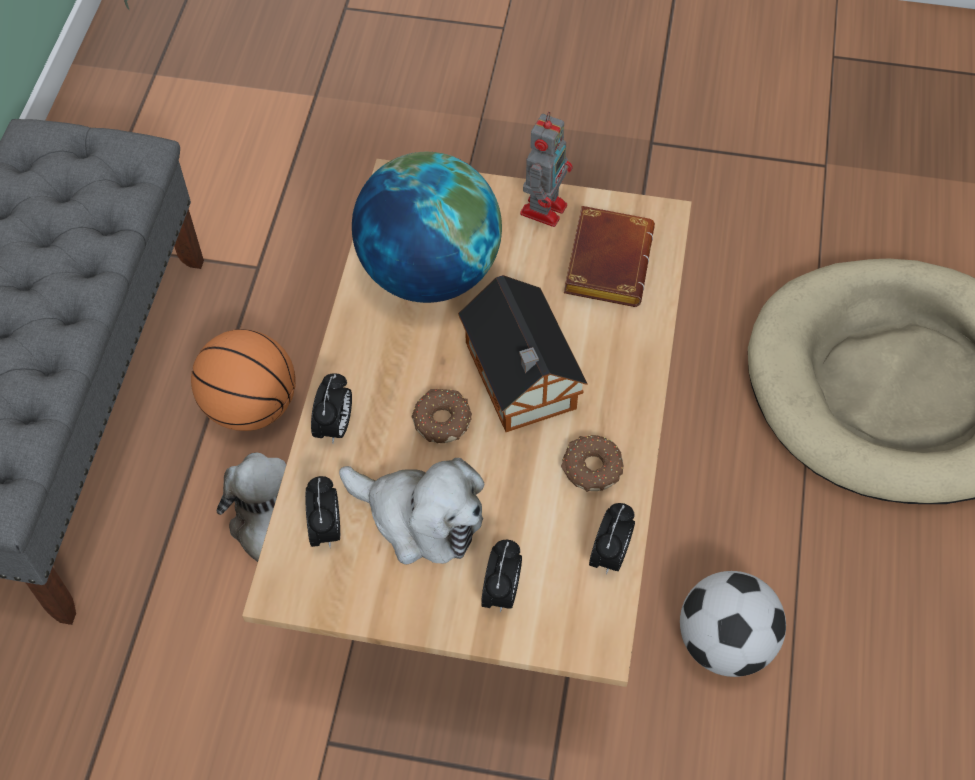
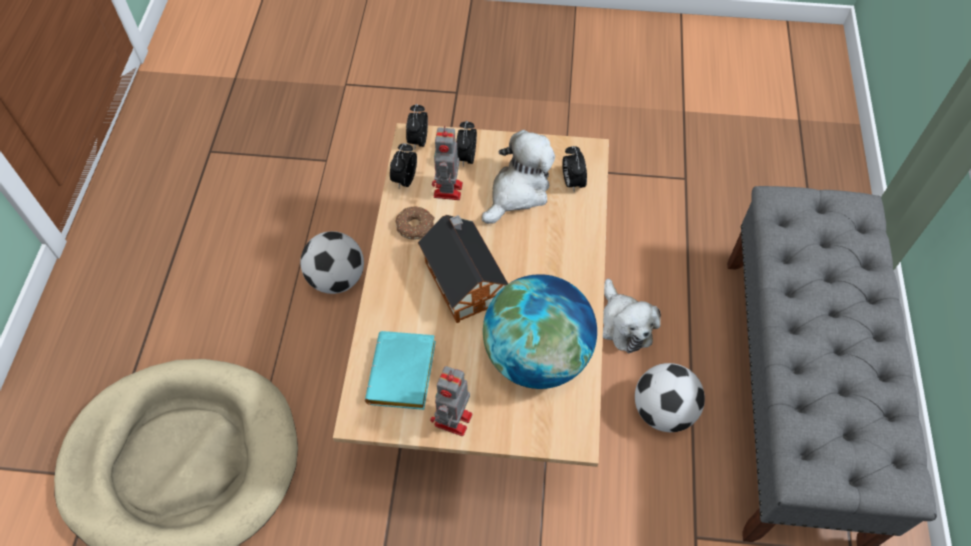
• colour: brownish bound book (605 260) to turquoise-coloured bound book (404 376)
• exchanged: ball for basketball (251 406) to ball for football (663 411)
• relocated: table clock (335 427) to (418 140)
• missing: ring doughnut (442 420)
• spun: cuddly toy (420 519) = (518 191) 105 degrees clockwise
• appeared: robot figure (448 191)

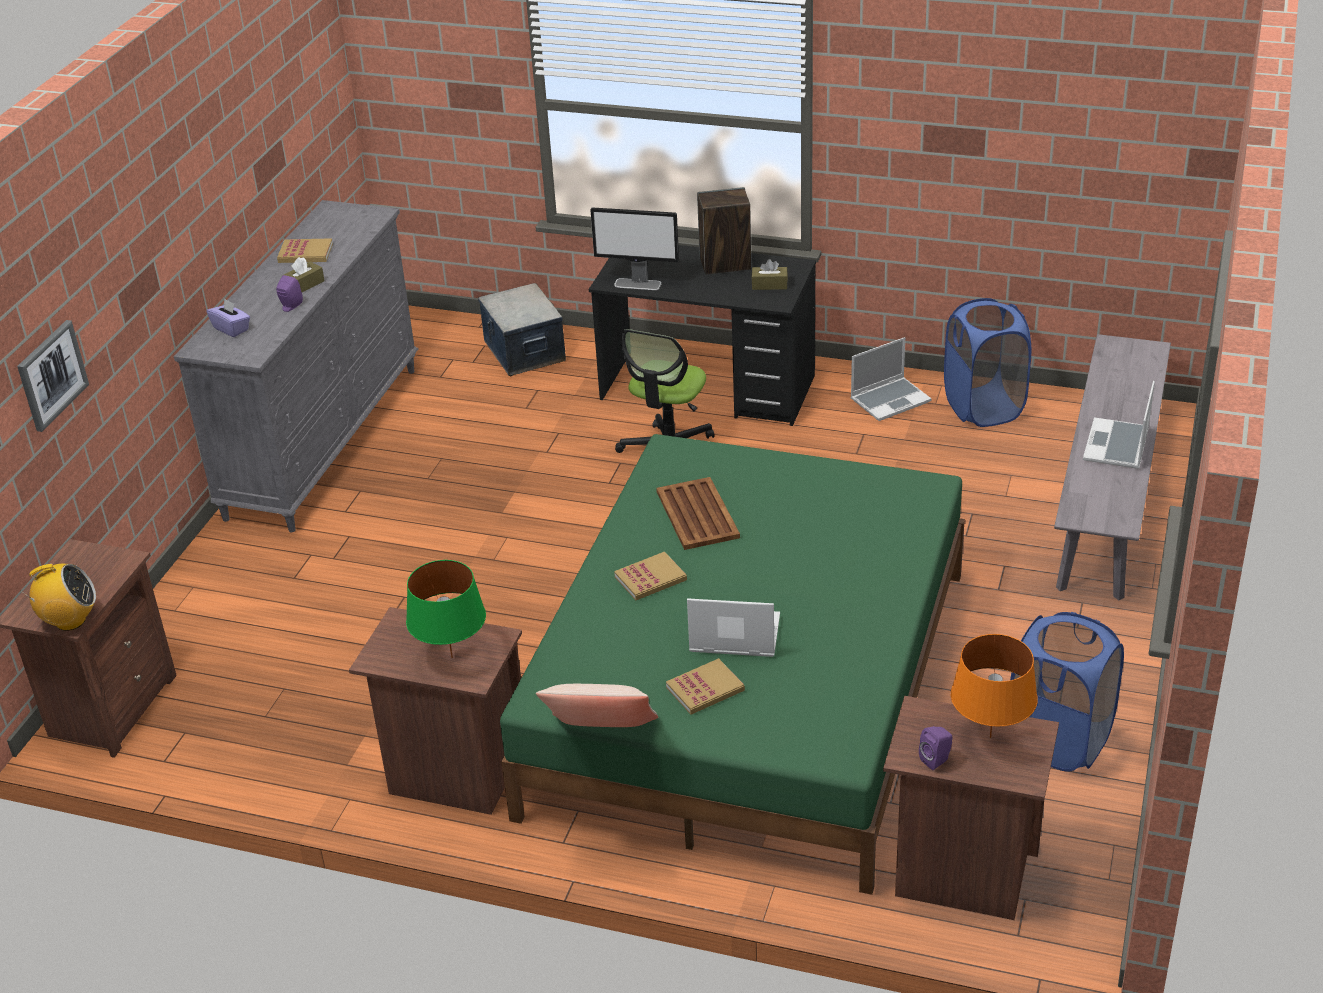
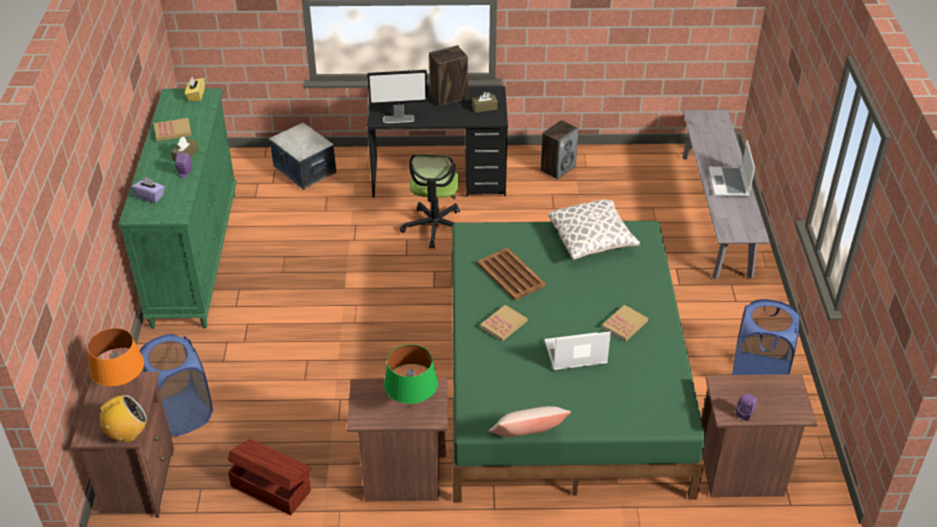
• colour: grey drawer chest (324 441) to greenish drawer chest (195 257)
• relocated: blue laundry basket (983 407) to (182 413)
• missing: picture (51 375)
• exchanged: portable computer (890 400) to audio speaker (558 168)
• relocated: orangey table lamp (990 737) to (123 390)
• relocated: bound book (705 689) to (624 325)
• appeared: yellow-coloured tissue box (196 96)
• appeared: pillow (592 240)
• appeared: brownish storage bin (271 487)

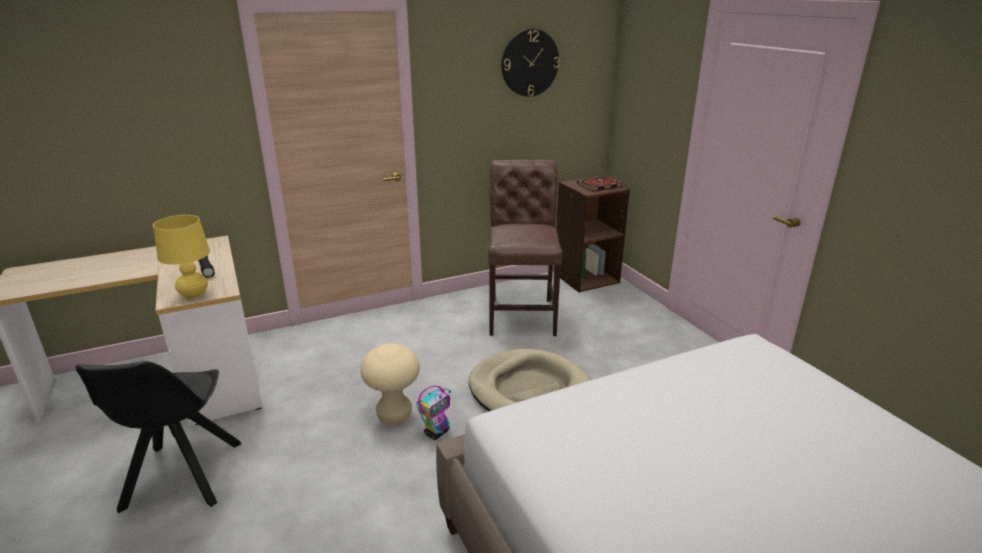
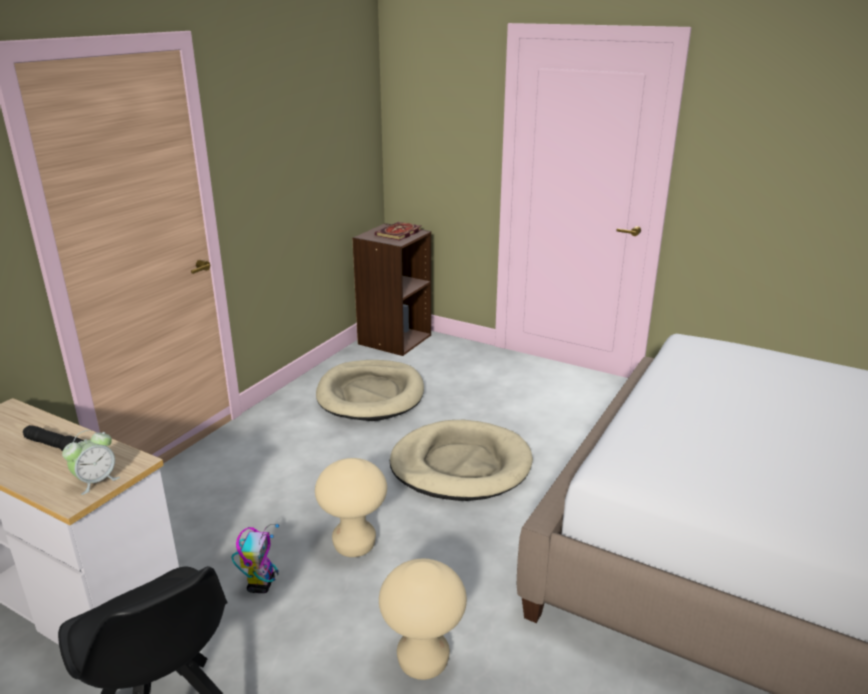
• missing: clock on the wall (530 63)
• exchanged: brownish chair (522 314) to sand-coloured pet bed (371 394)
• exchanged: yellow-coloured table lamp (194 295) to table clock (96 481)
• relocated: robot figure (437 432) to (261 584)
• appeared: sand-coloured sitting stool (423 662)

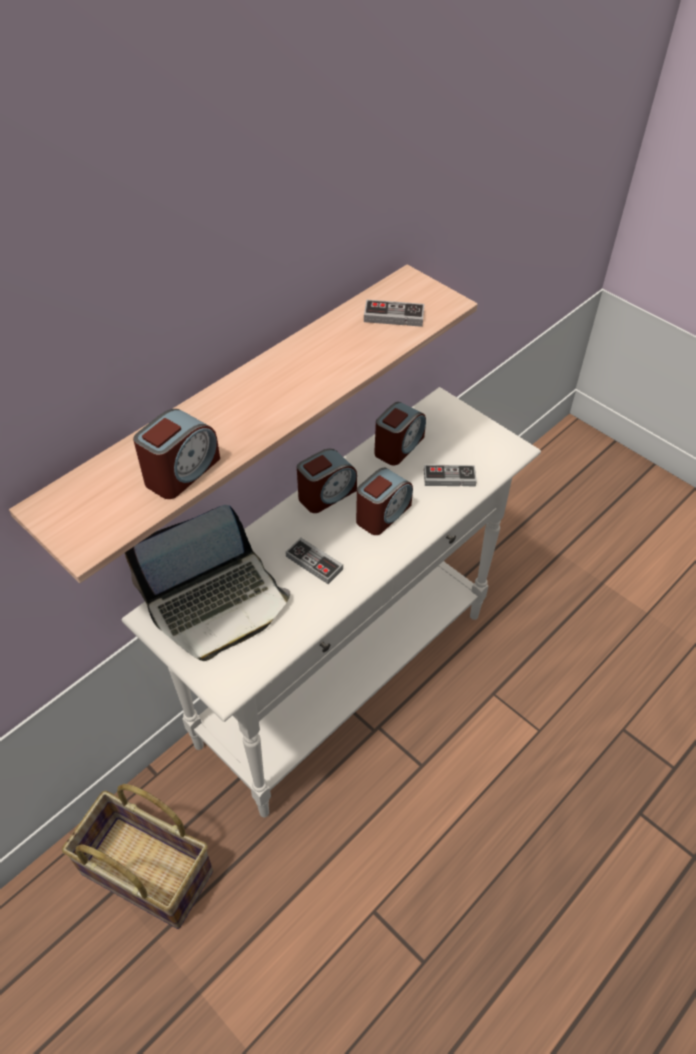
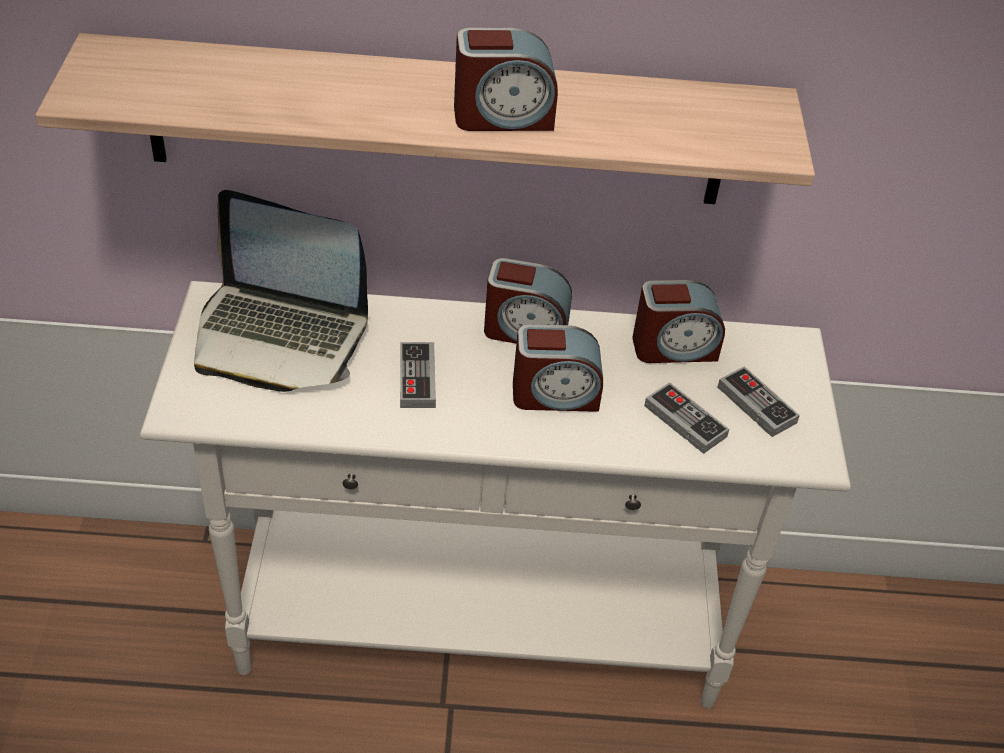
• relocated: game controller (393 316) to (756 405)
• relocated: table clock (181 472) to (503 116)
• missing: household basket (145 874)

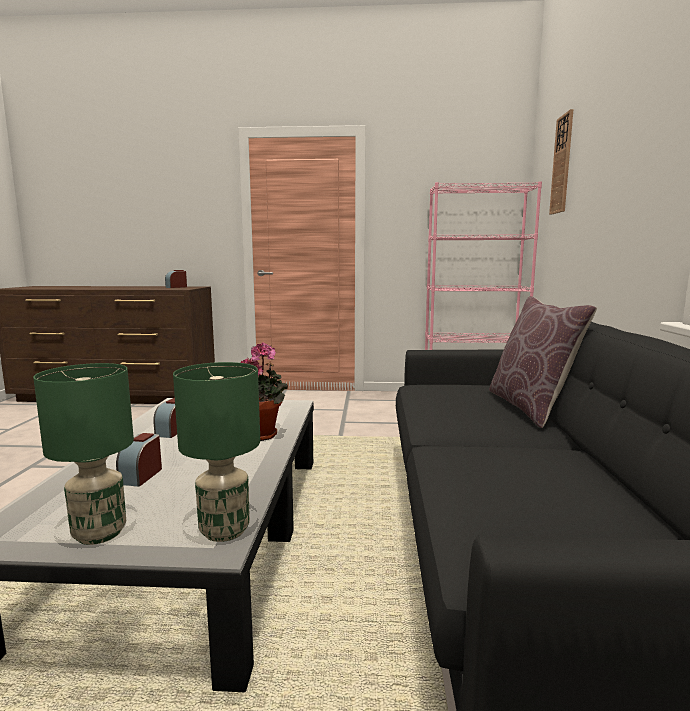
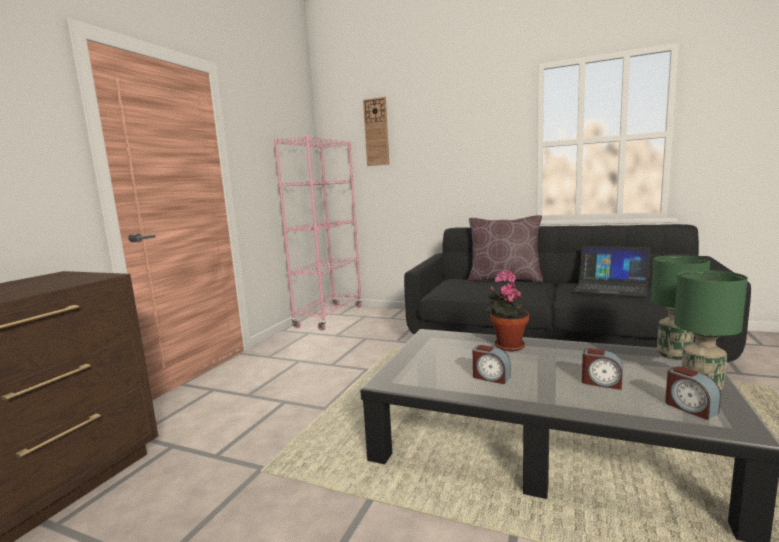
• relocated: table clock (176 287) to (690 408)
• appeared: portable computer (611 287)

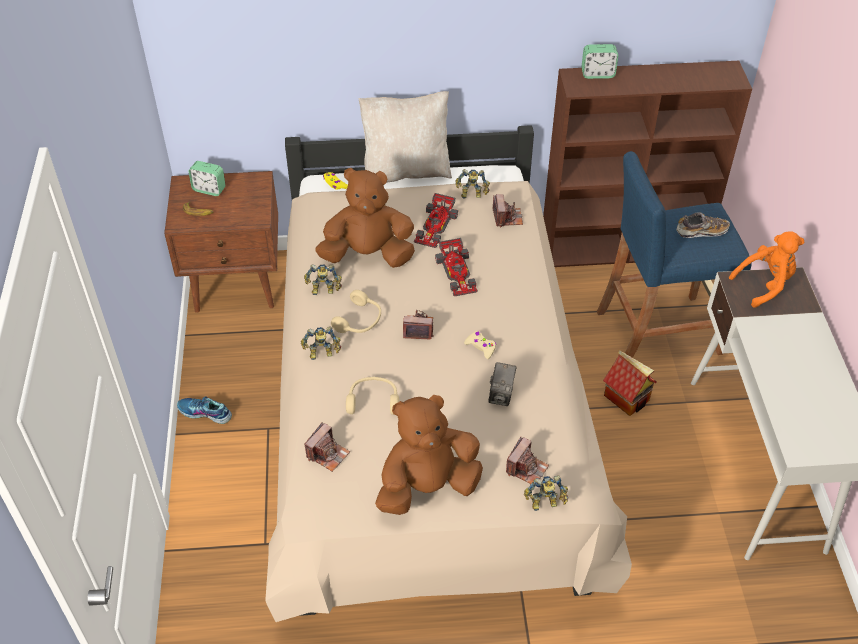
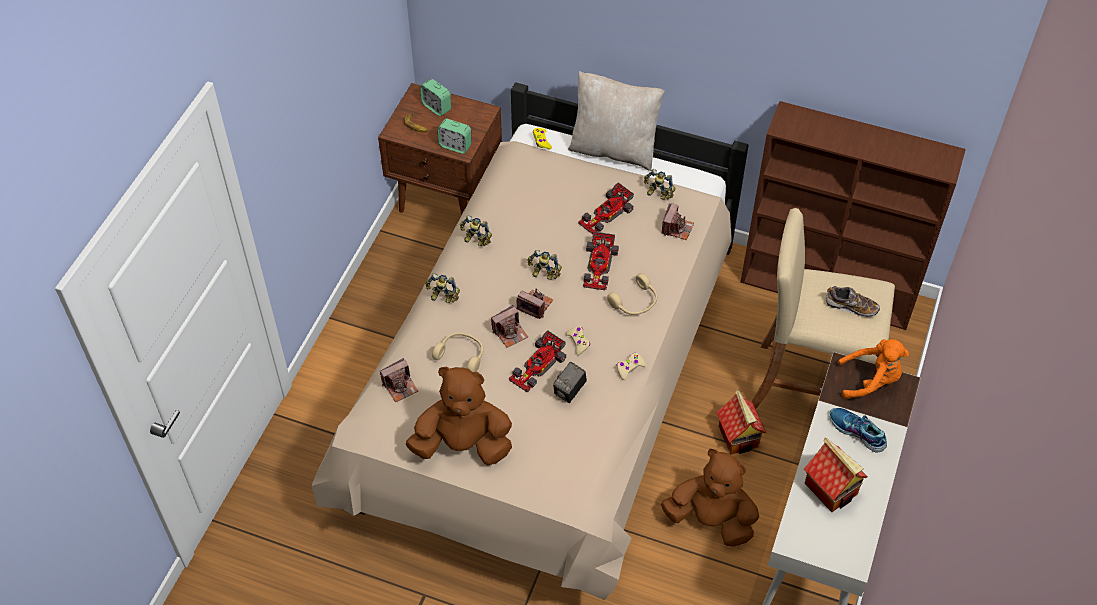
• relocated: table clock (597 74) to (455 146)
• colour: blue sitting stool (658 331) to sand-coloured sitting stool (809 385)
• relocated: brownish cuddly toy (368 255) to (711 520)
• relocated: sand-coloured pair of headphones (360 321) to (635 302)
• relocated: low shoe (205 413) to (856 432)
• relocated: still camera (526 468) to (510 333)
• relocated: robot figure (545 504) to (543 275)
• appeared: miniature car (537 366)
• appeared: sand-coloured game controller (630 368)
• appeared: model house (832 489)

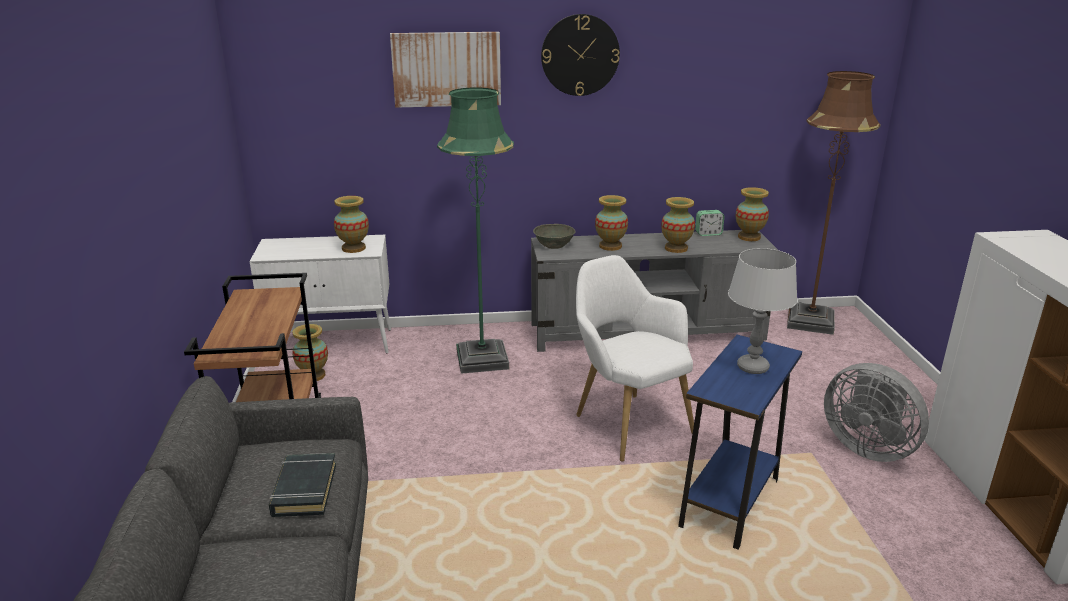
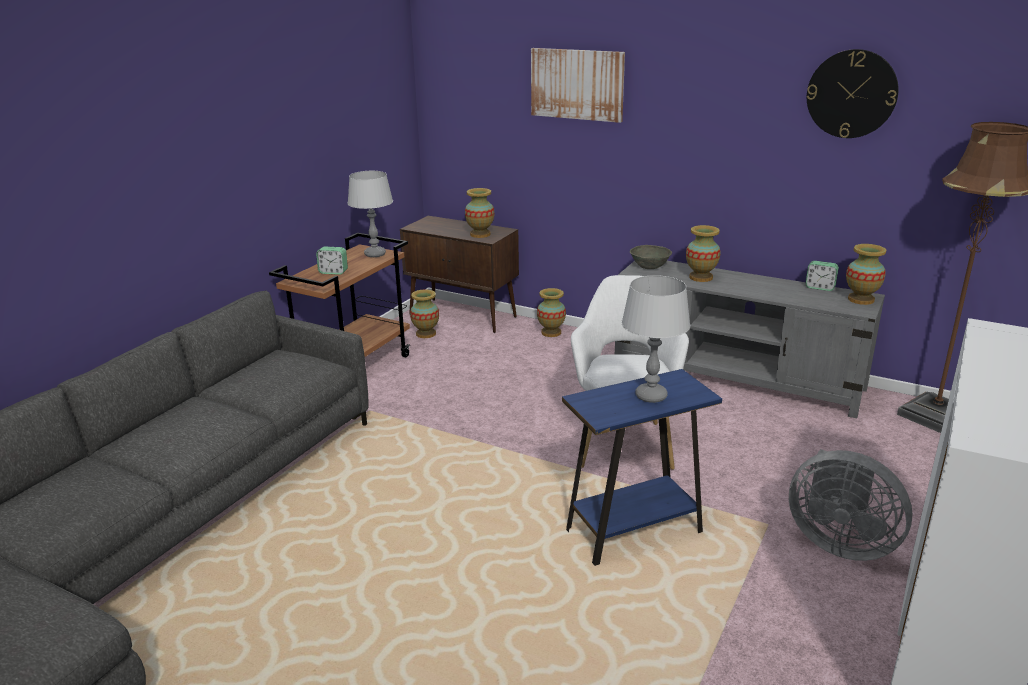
• relocated: clock on the wall (580 55) to (851 94)
• missing: greenish standing lamp (482 359)
• relocated: vase (676 248) to (551 333)
• colour: whitish cabinet (333 344) to brownish cabinet (463 316)
• spun: grey cooling fan (868 447) = (839 542) 45 degrees counterclockwise
• missing: blackish bound book (304 490)
• appeared: grey table lamp (375 254)
• appeared: table clock (333 272)

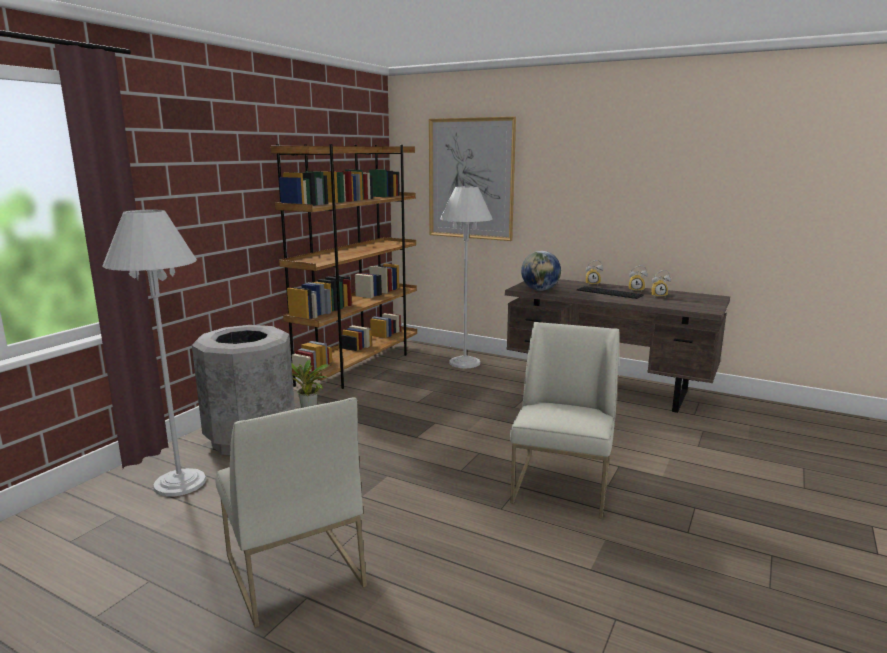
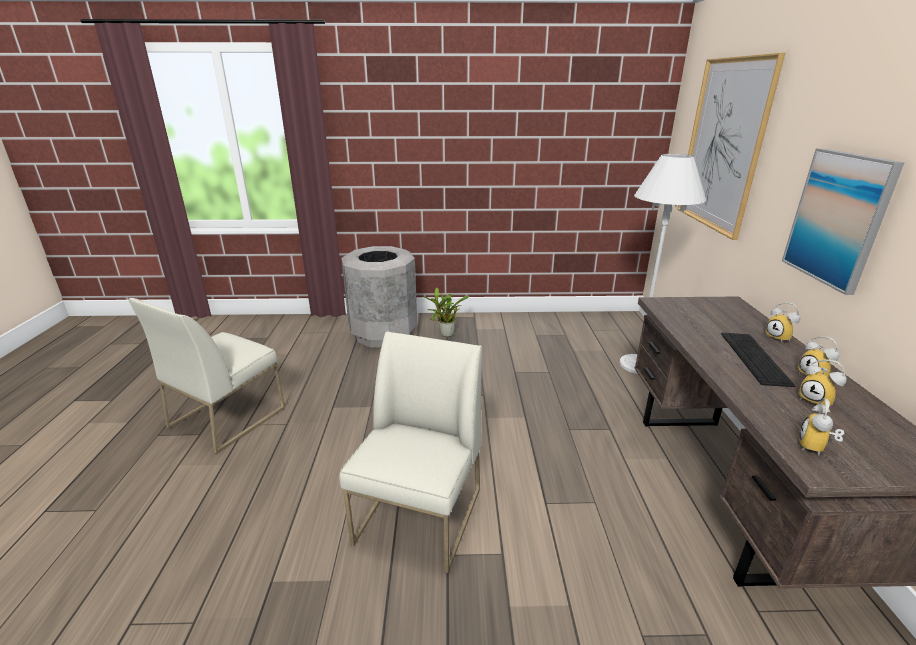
• missing: brownish bookcase (359 366)
• missing: whitish standing lamp (180 483)
• missing: world globe (540 290)
• spun: whitish chair (562 486) = (419 516) 60 degrees counterclockwise
• appeared: picture (838 219)
• appeared: table clock (816 448)

